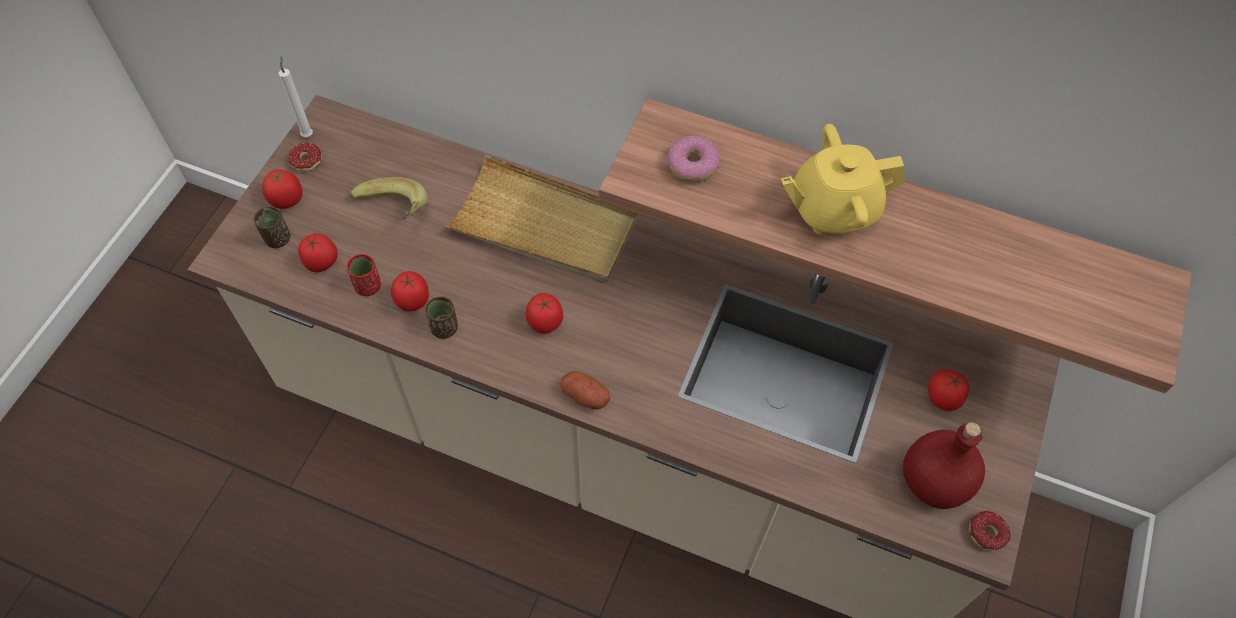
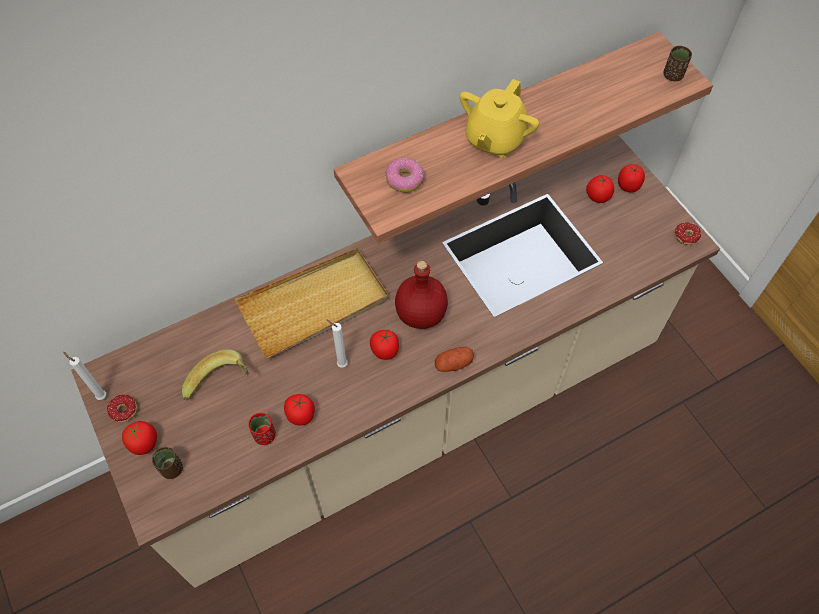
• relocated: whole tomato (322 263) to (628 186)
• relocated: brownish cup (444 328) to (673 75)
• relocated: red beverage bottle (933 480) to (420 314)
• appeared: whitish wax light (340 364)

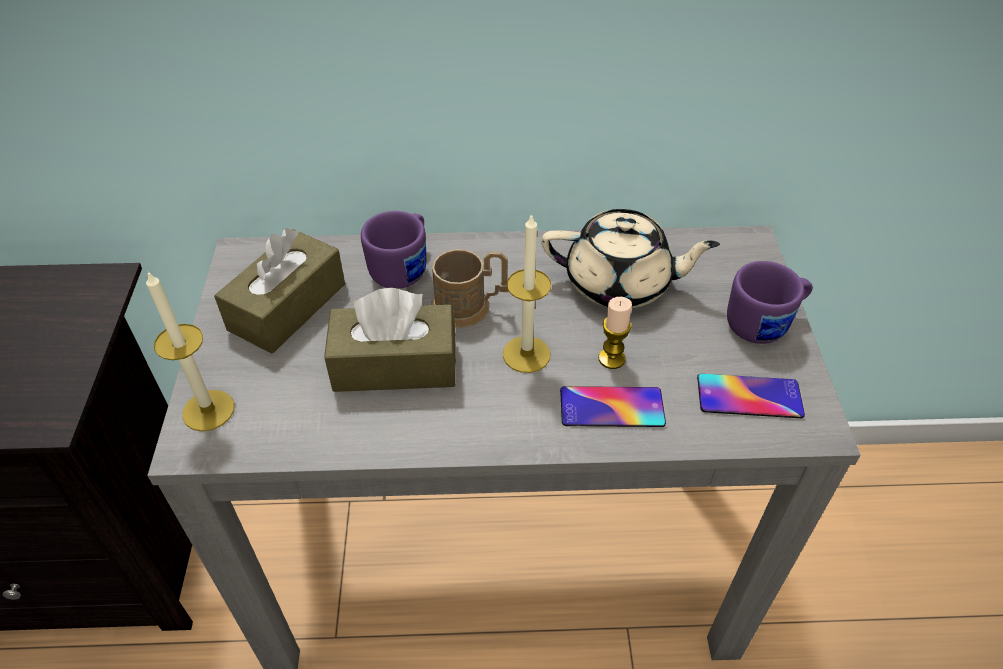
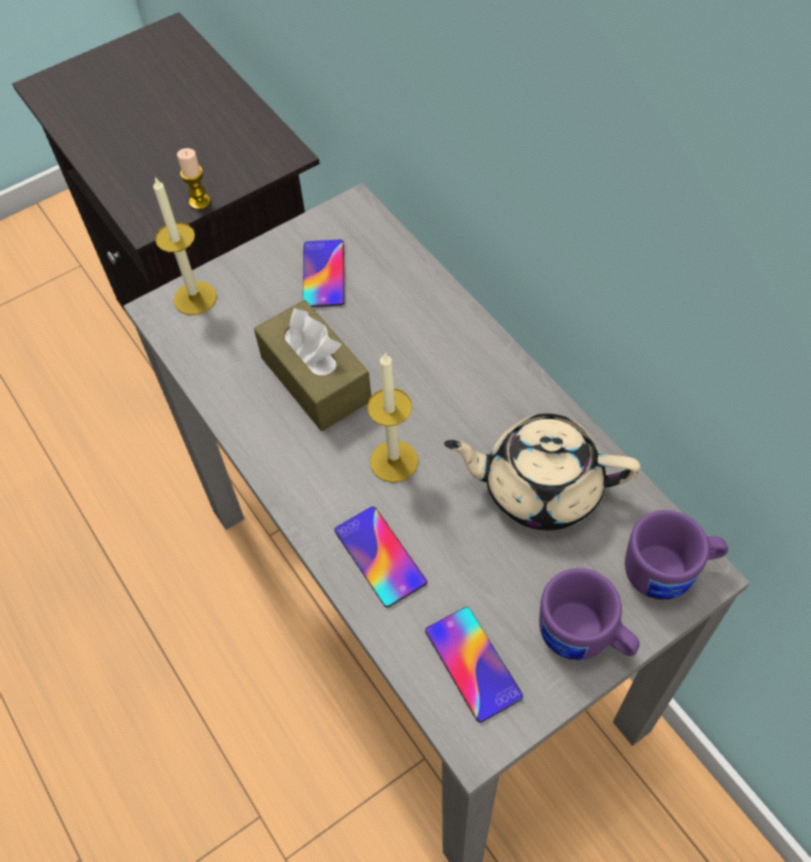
• spun: sand-coloured tea pot (620 283) = (539 487) 120 degrees clockwise
• relocated: purple-coloured mug (404 267) to (669 572)
• exchanged: brownish tissue box (287 307) to telephone (323 274)
• missing: brownish mug (469 306)
• relocated: wax light (611 358) to (200 202)

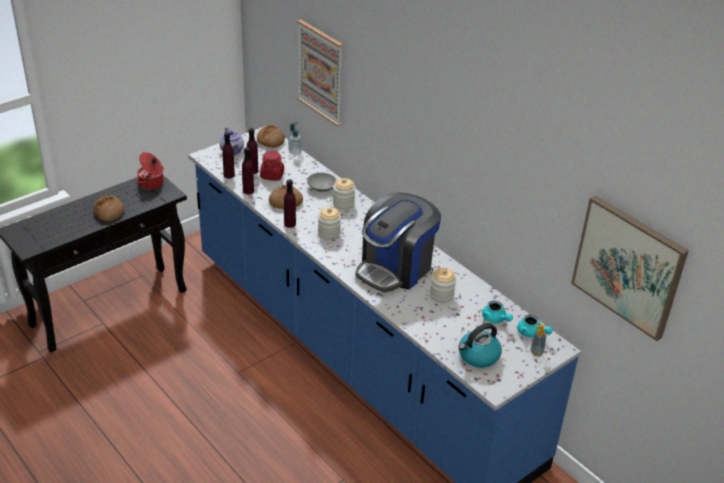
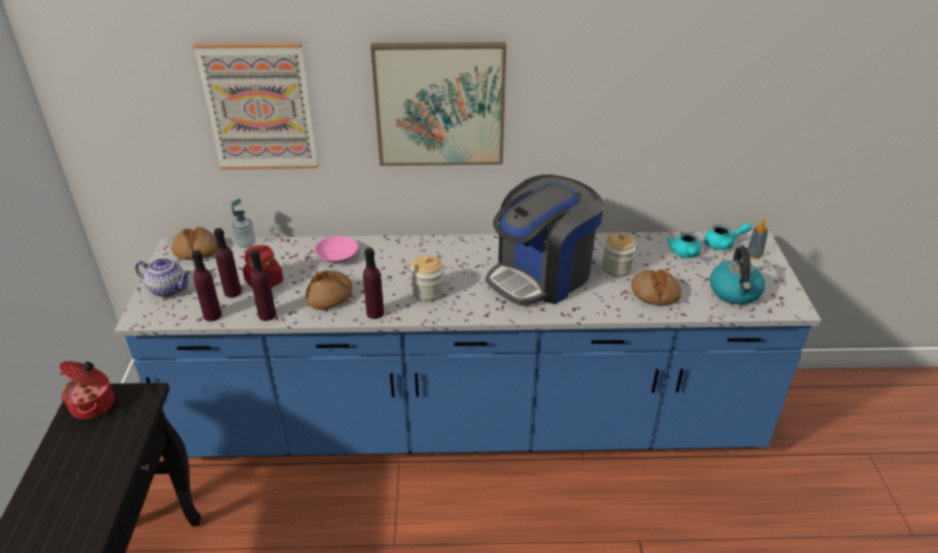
• colour: grey serving bowl (322 187) to pink-coloured serving bowl (338 256)
• missing: storage jar (343 203)
• spun: coffee maker (395 268) = (541 275) 60 degrees clockwise
• relocated: picture (628 266) to (440 104)
• relocated: bread (109 212) to (655 293)
• spun: turquoise-coloured tea pot (495 319) = (684 254) 90 degrees clockwise

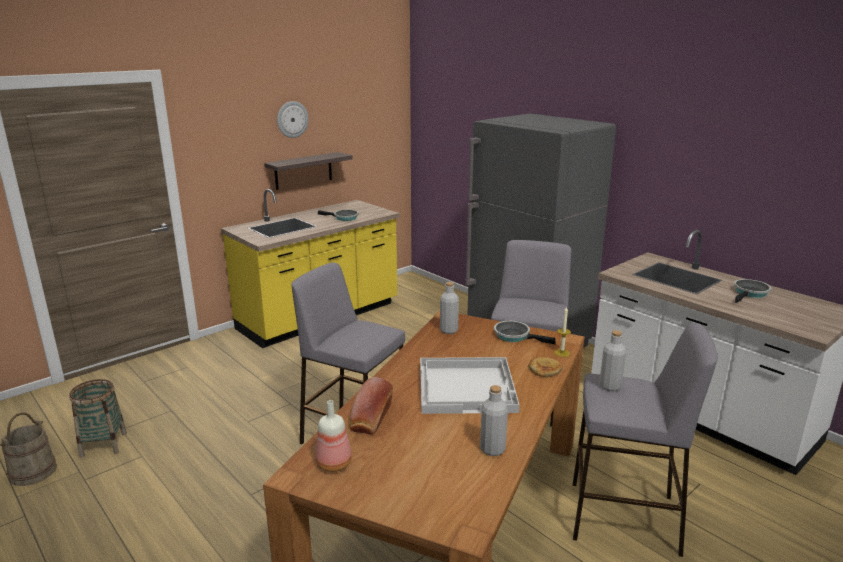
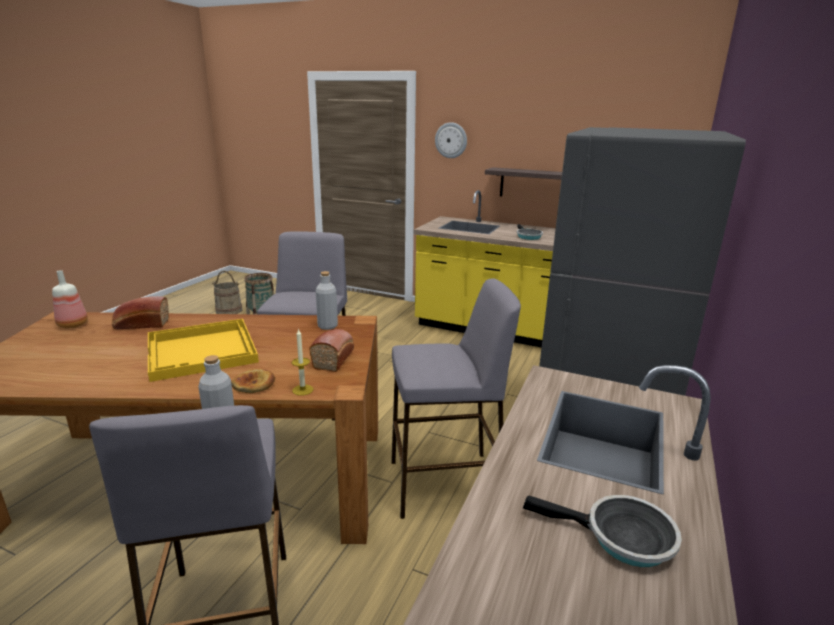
• relocated: clock on the wall (292 119) to (451 140)
• exchanged: pan (515 336) to bread (334 358)
• colour: whitish carrying tray (467 387) to yellow-coloured carrying tray (203 351)
• missing: grey beverage bottle (492 449)

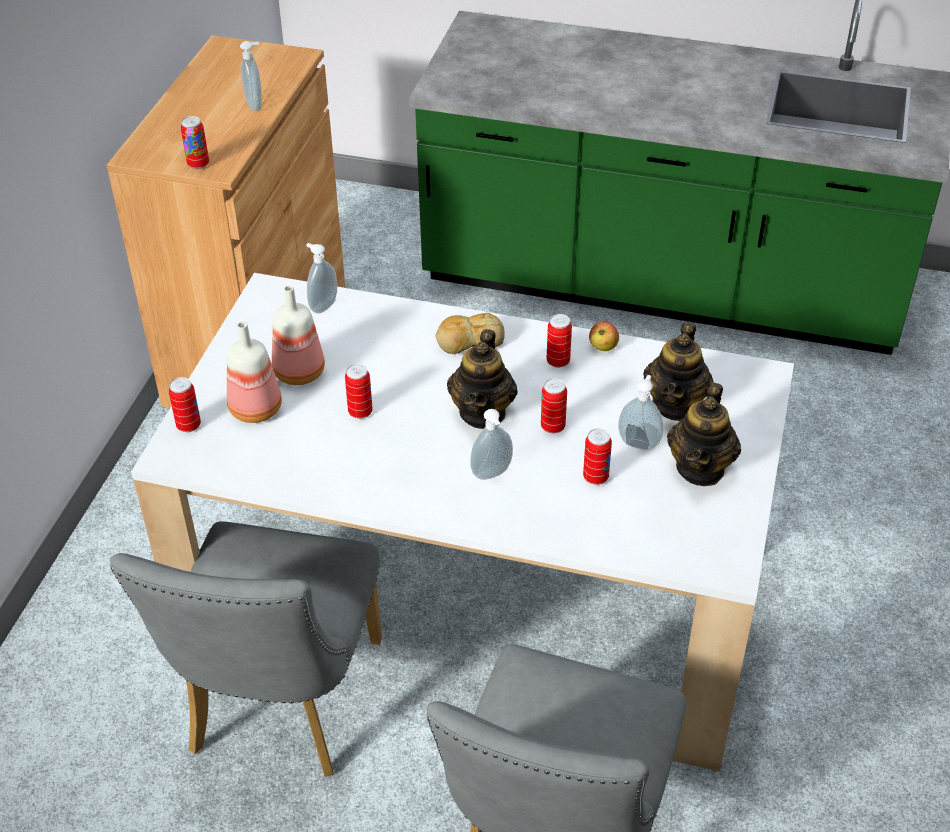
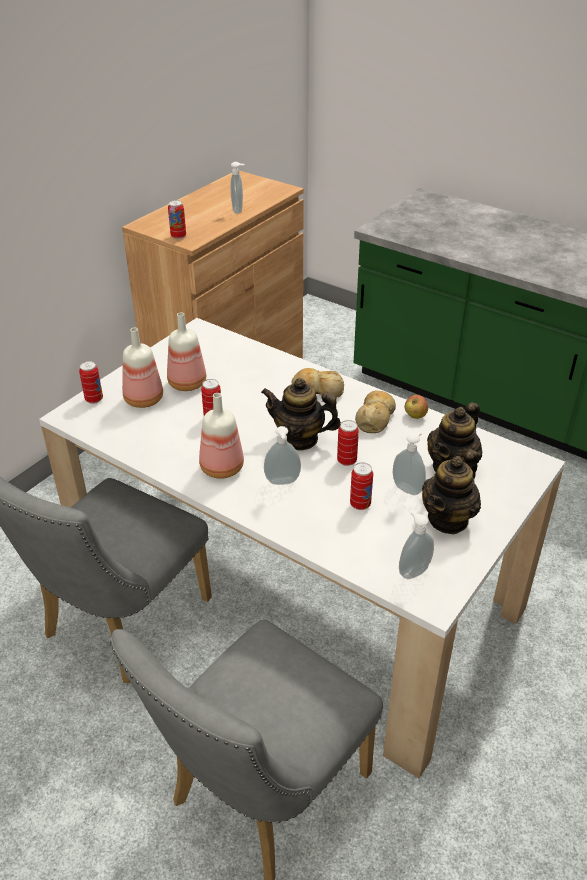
• relocated: liquid soap bottle (322 305) to (413 571)
• exchanged: can (558 361) to bread (375 418)
• spun: tea pot (483 413) = (300 439) 75 degrees clockwise
• appeared: beverage bottle (220 469)

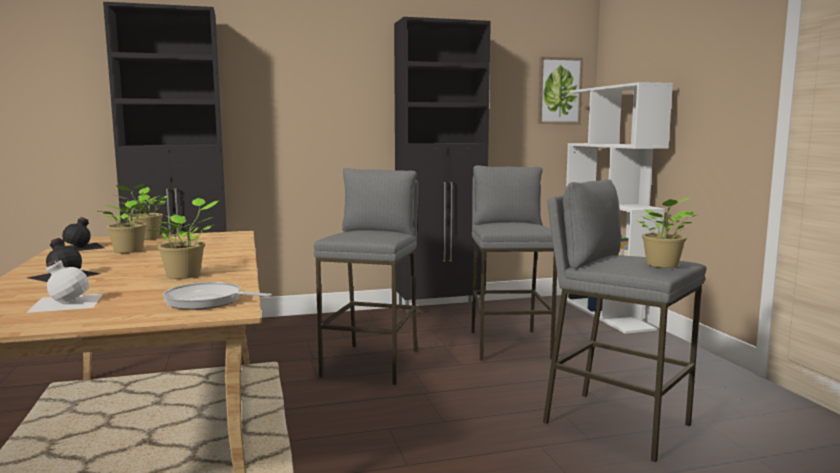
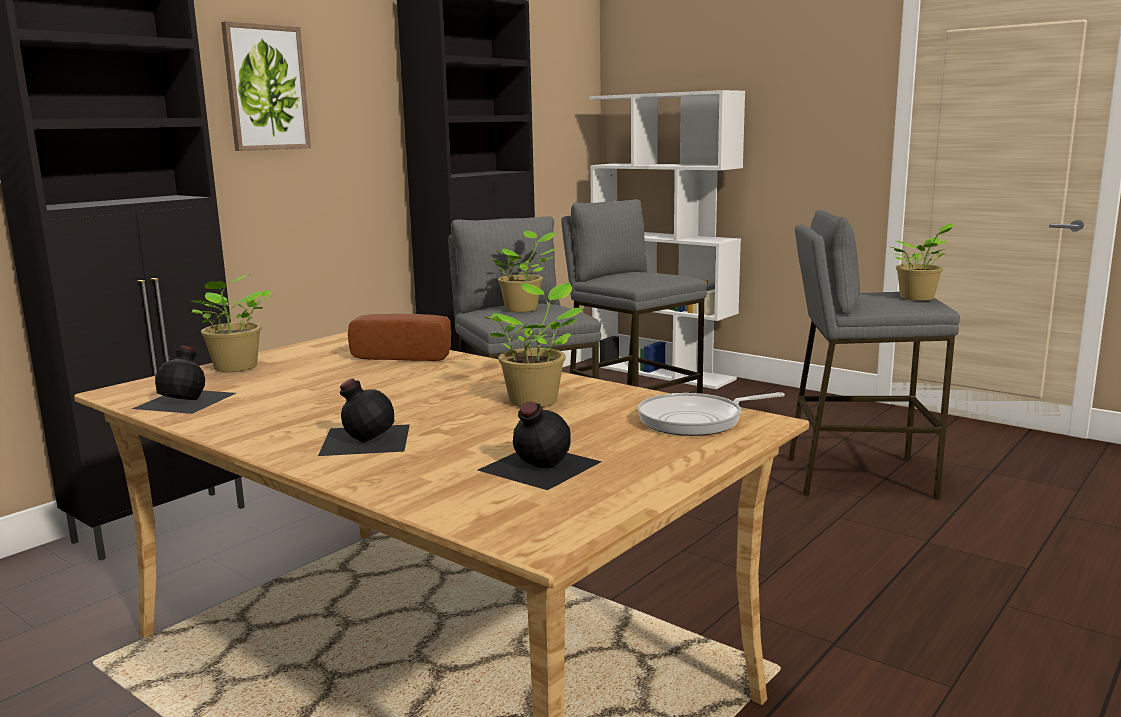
• relocated: picture (559 91) to (266 88)
• relocated: houseplant (131 251) to (524 309)
• colour: whitish beverage bottle (65 302) to blackish beverage bottle (537 466)
• appeared: bread (405 355)

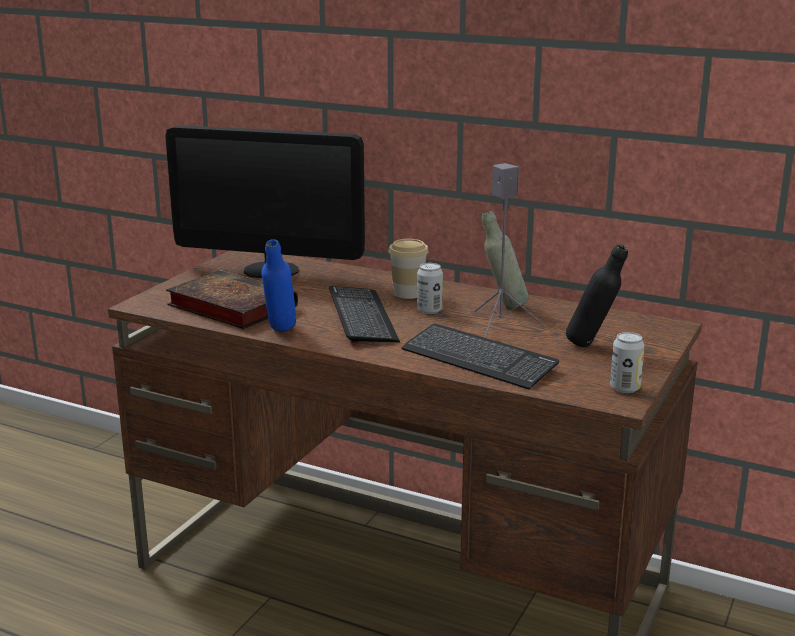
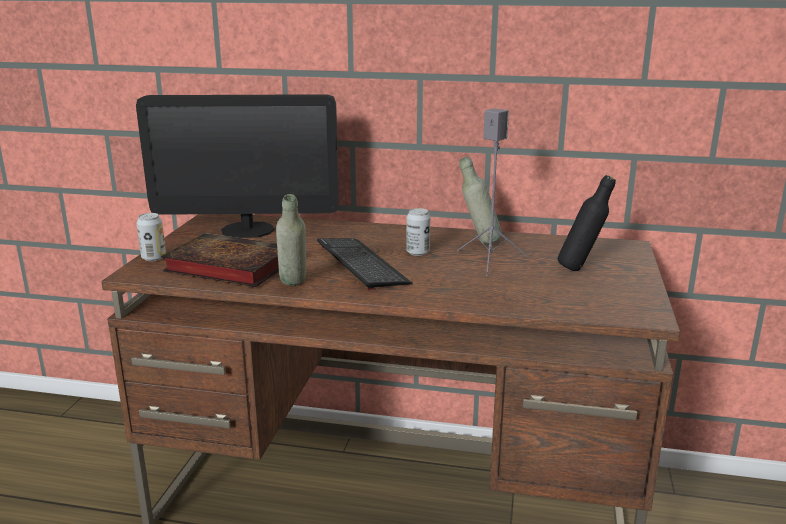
• colour: blue beverage bottle (280 333) to grey beverage bottle (293 287)
• missing: cup (408 293)
• missing: PC keyboard (478 359)
• relocated: can (625 388) to (153 258)

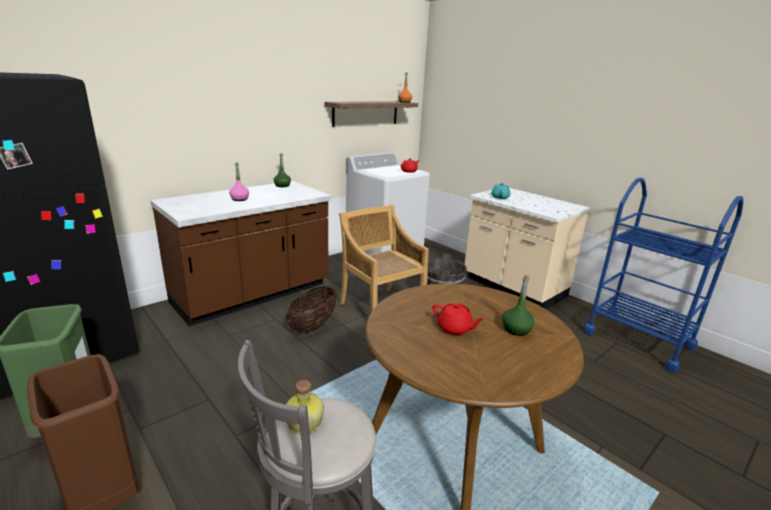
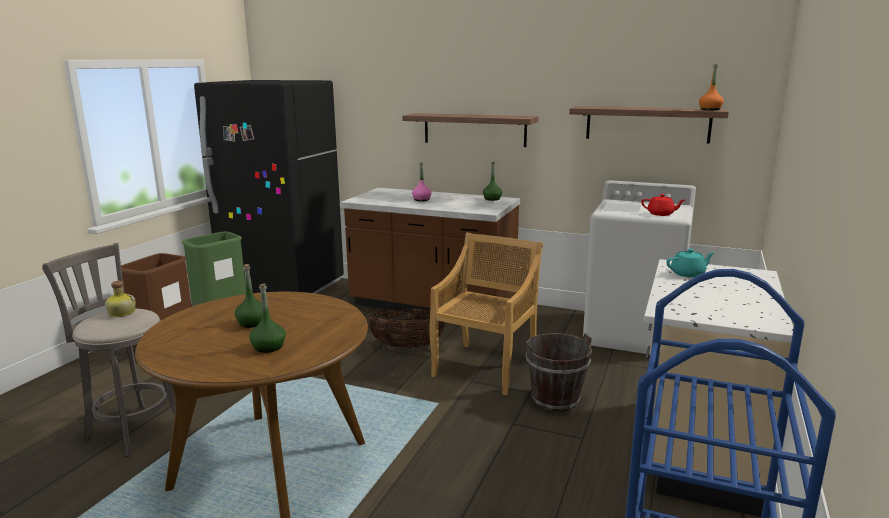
• exchanged: red tea pot (455 329) to greenish beverage bottle (252 323)
• appeared: wall shelf (474 129)

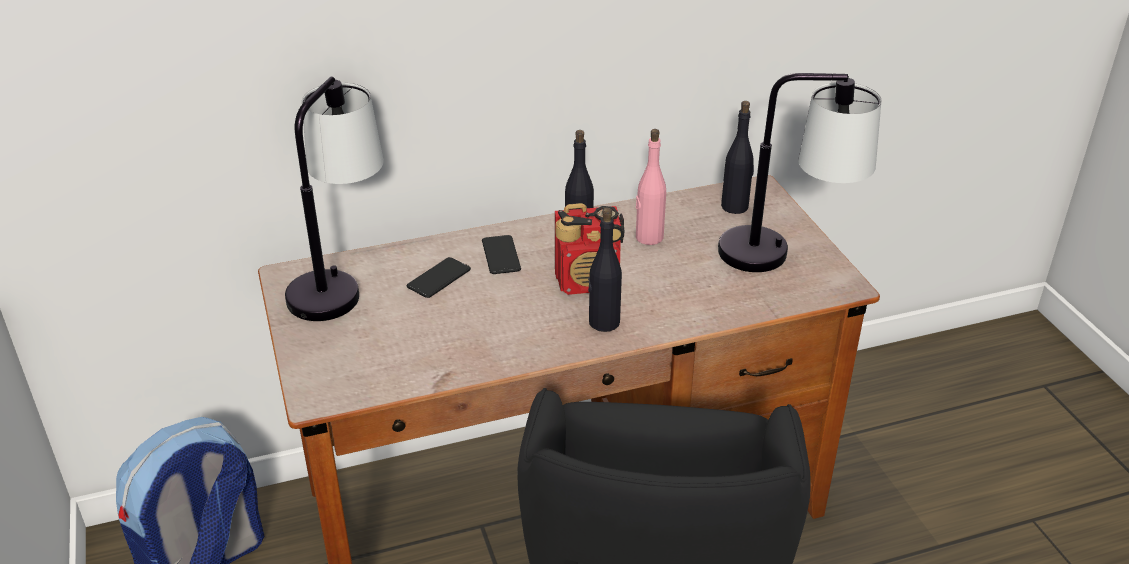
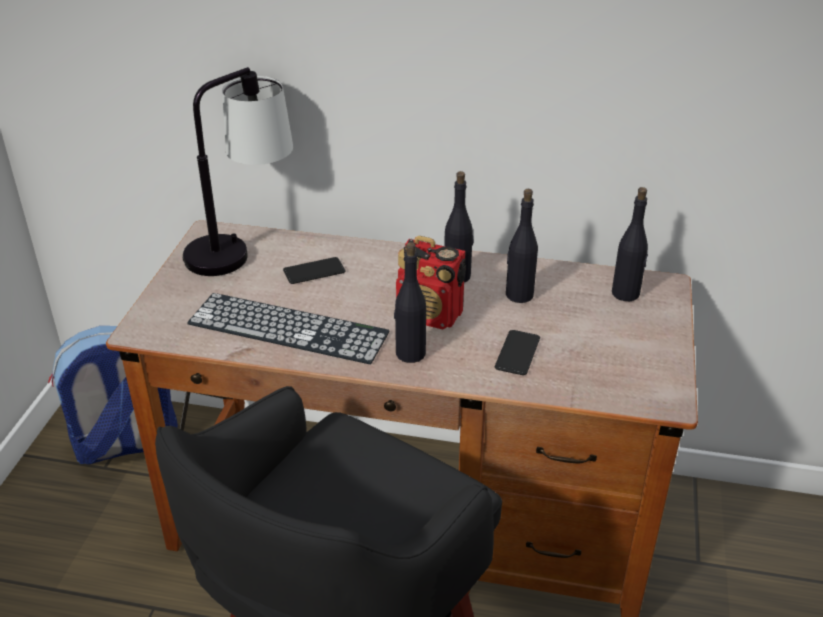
• missing: table lamp (786 255)
• colour: pink-coloured beverage bottle (648 237) to blackish beverage bottle (519 295)
• relocated: telephone (501 255) to (517 353)
• appeared: PC keyboard (288 328)

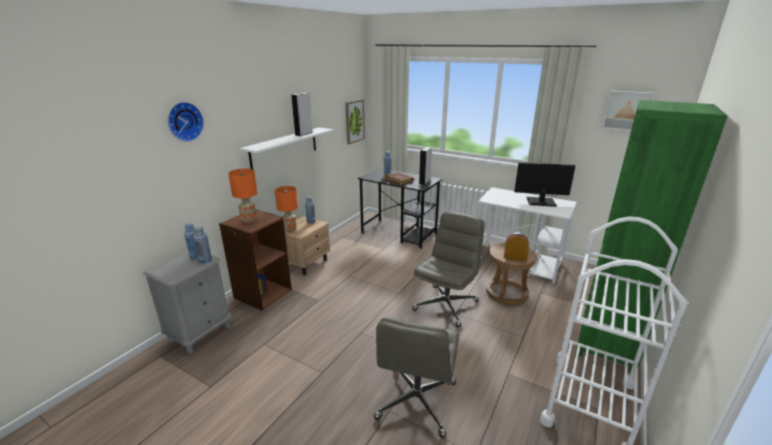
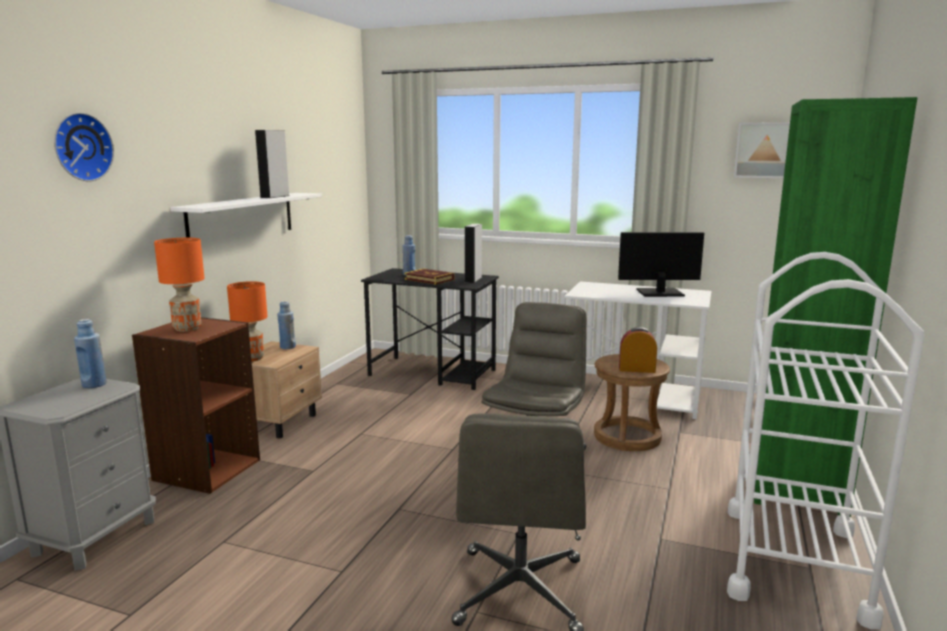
• missing: picture (354 121)
• missing: blue beverage bottle (205 260)

